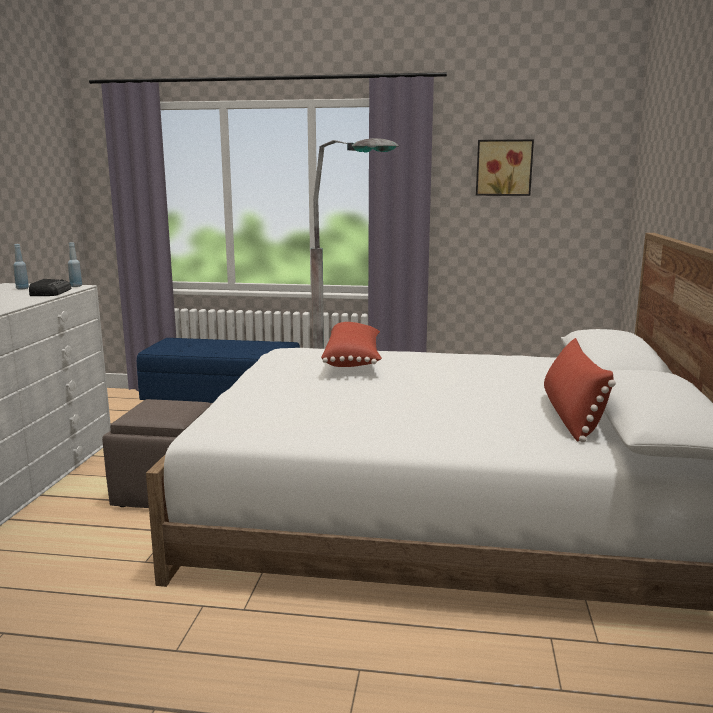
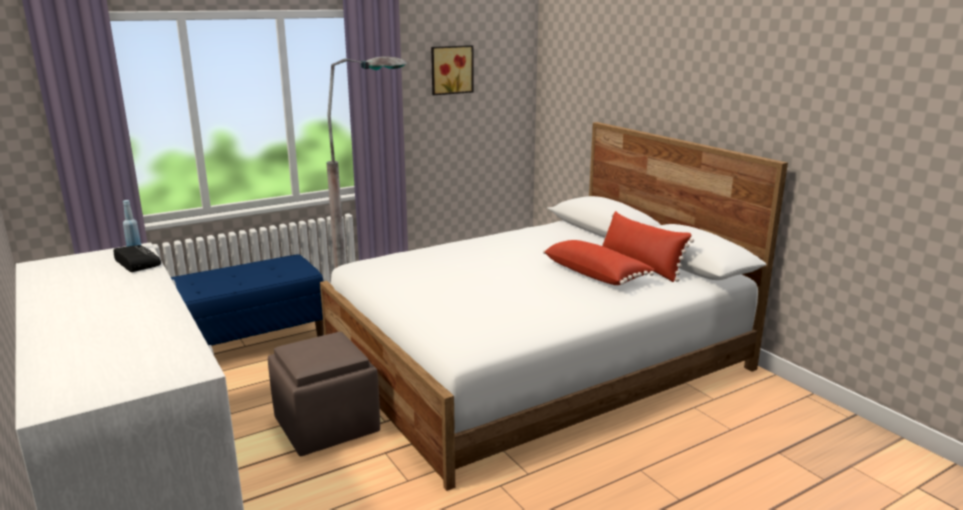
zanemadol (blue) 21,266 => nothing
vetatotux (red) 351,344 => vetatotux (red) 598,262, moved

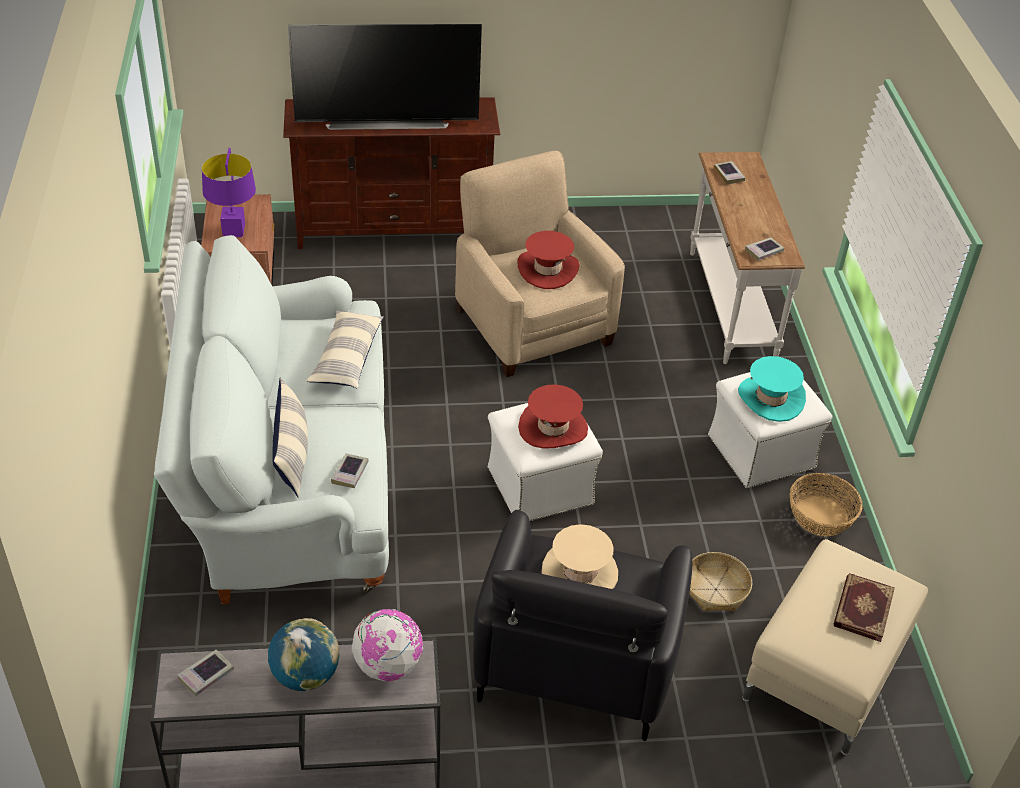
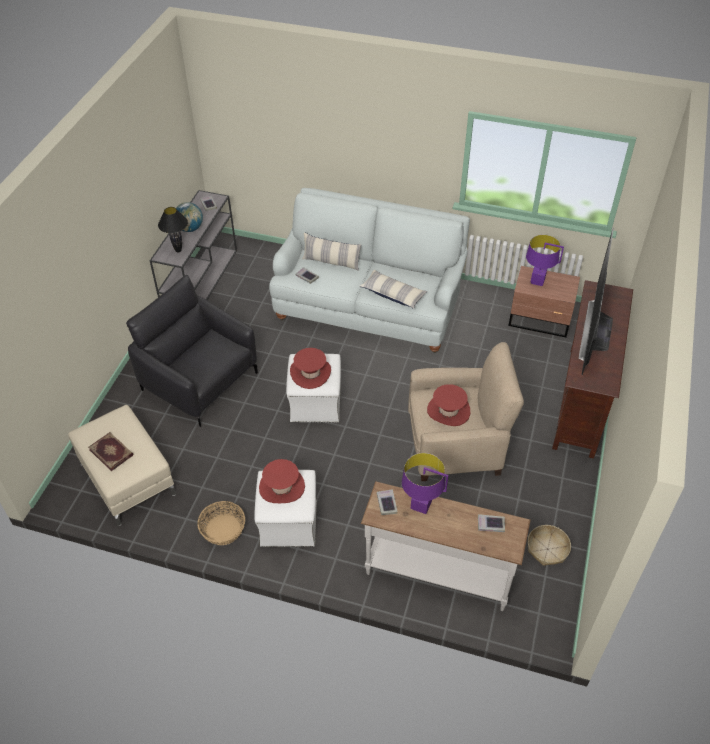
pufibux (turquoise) 772,389 => pufibux (red) 282,481
pufibux (beige) 579,556 => nothing
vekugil 721,581 => vekugil 549,545, moved
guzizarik 387,645 => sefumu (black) 173,230
nothing => sefumu (purple) 425,483

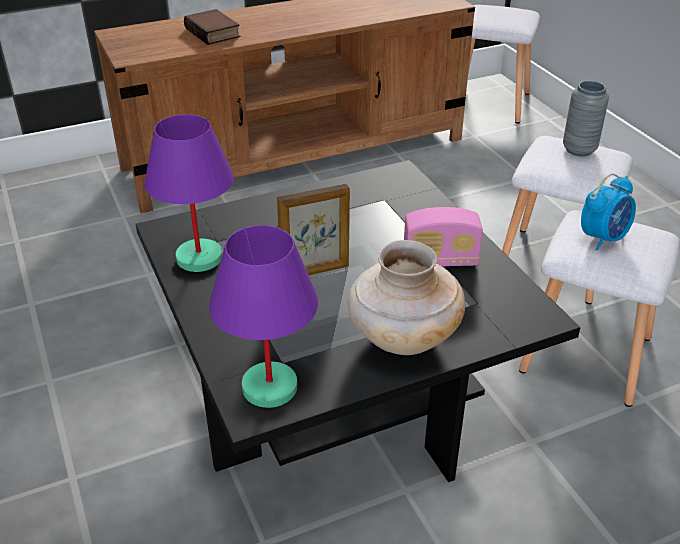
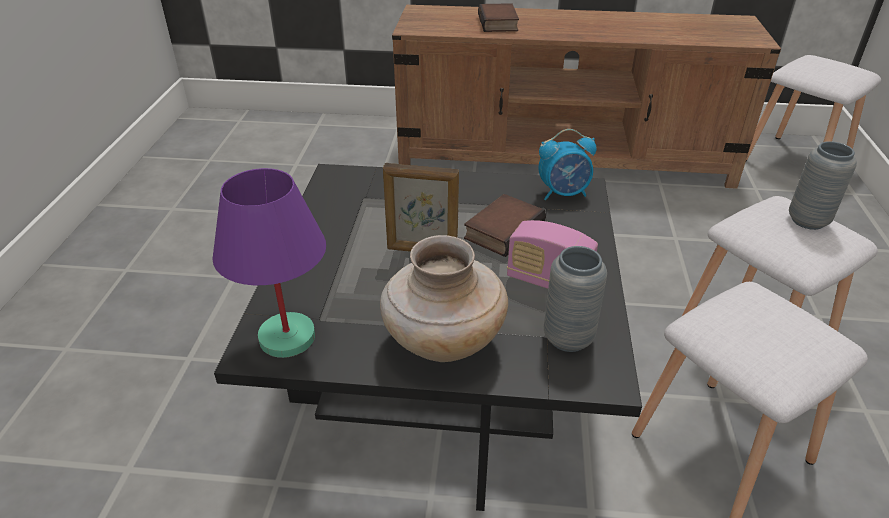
sefumu (purple) 189,193 => nothing
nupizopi 608,212 => nupizopi 567,164, moved
nothing => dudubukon 505,225
nothing => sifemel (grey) 575,299

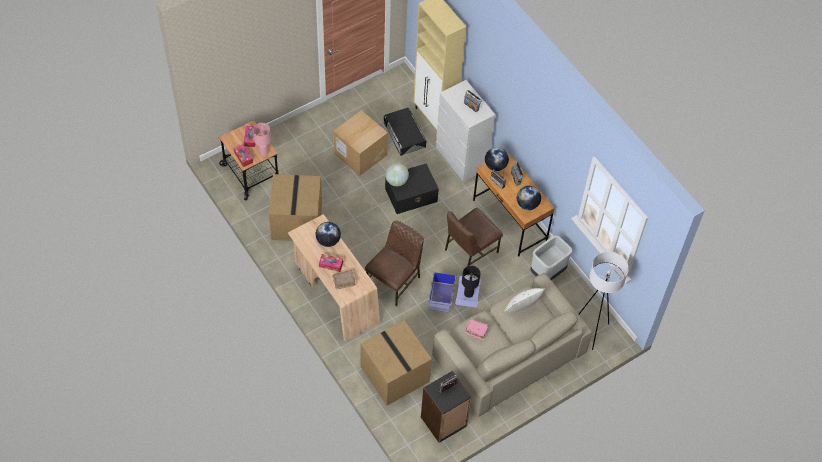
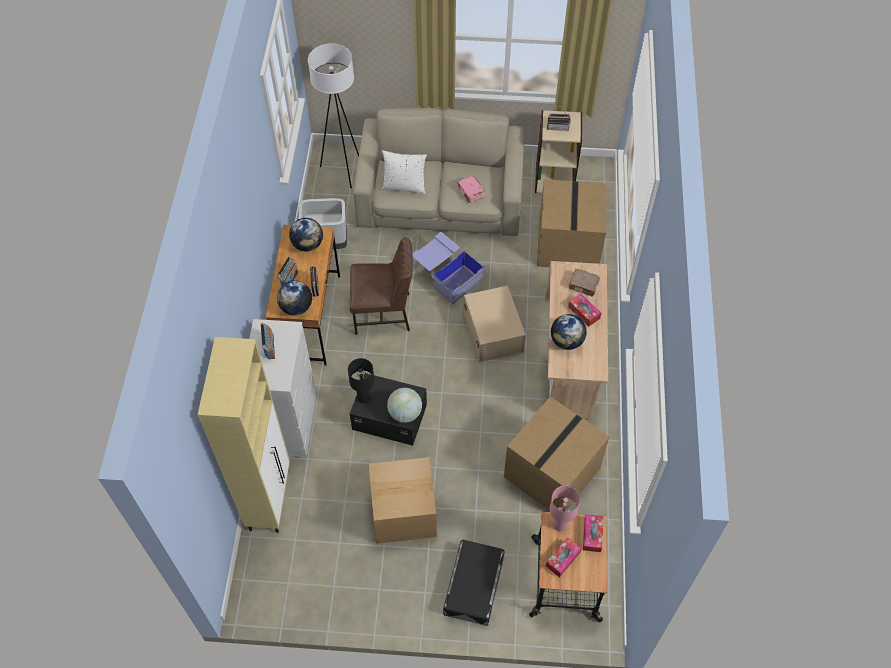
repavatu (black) 405,132 => repavatu (black) 474,583, moved
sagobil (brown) 394,263 => repavatu (beige) 494,324
sefumu (black) 471,282 => sefumu (black) 361,380, moved
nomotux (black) 446,407 => nomotux (beige) 558,152

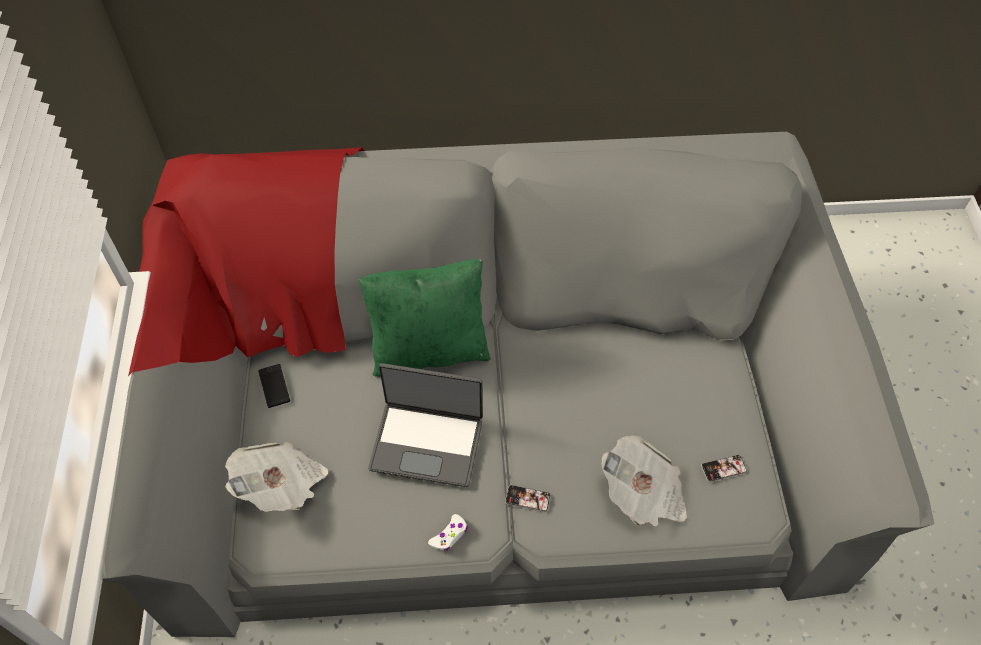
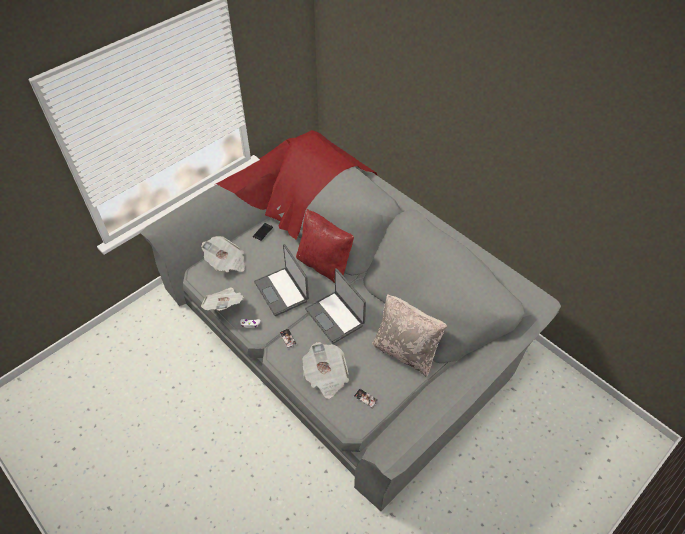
vetatotux (green) 424,318 => vetatotux (red) 325,246
nothing => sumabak 335,306
nothing => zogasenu 222,299
nothing => vetatotux (beige) 409,335

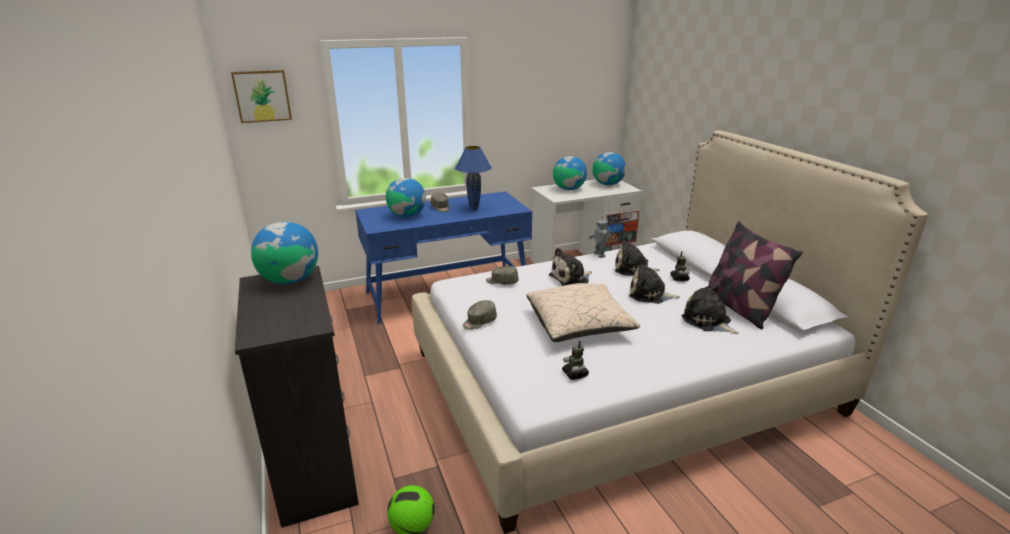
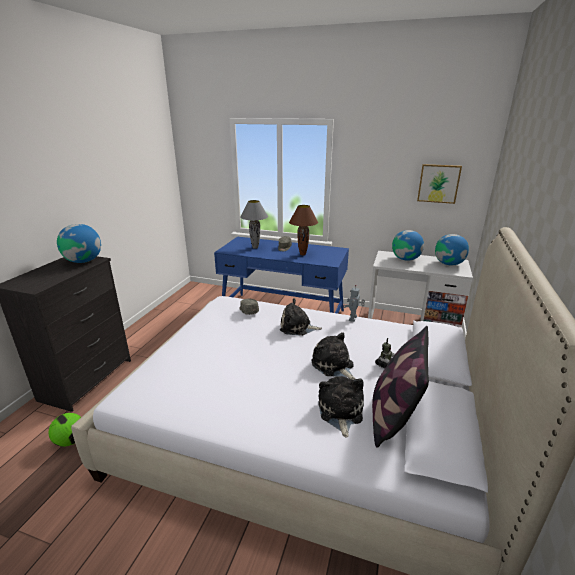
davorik 261,96 => davorik 439,184, moved
sefumu (blue) 473,178 => sefumu (brown) 303,230
guzizarik 406,197 => sefumu (grey) 254,224
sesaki 637,256 => nothing
vetatotux (beige) 583,312 => nothing
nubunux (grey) 480,315 => nothing
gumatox 575,360 => nothing

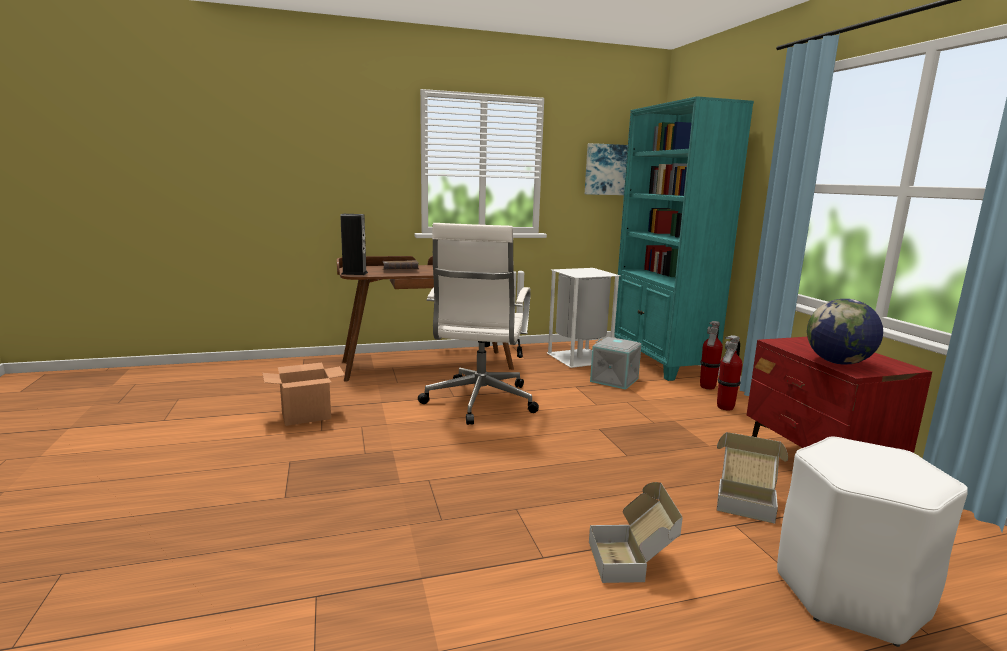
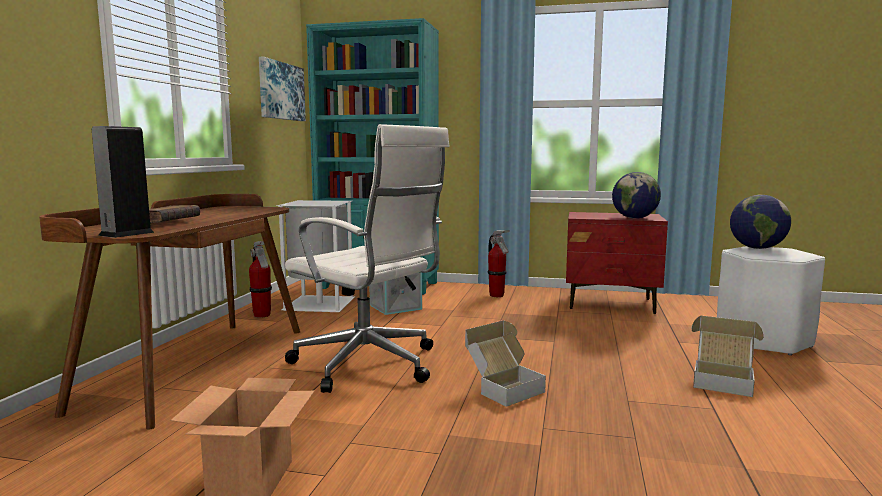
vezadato 711,355 => vezadato 260,279, moved
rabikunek 752,478 => rabikunek 505,364, moved
nothing => guzizarik 760,222

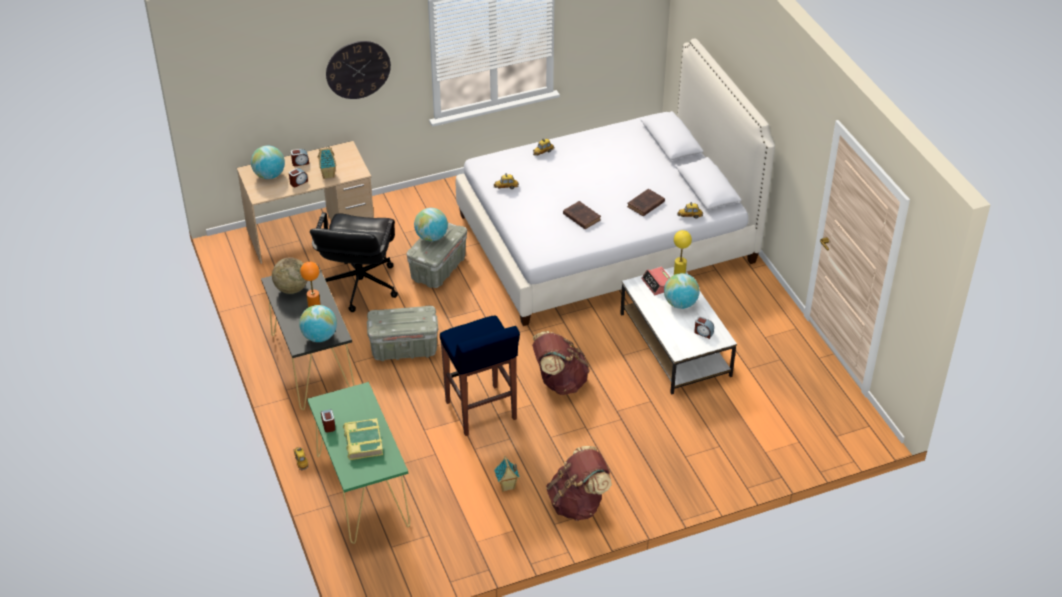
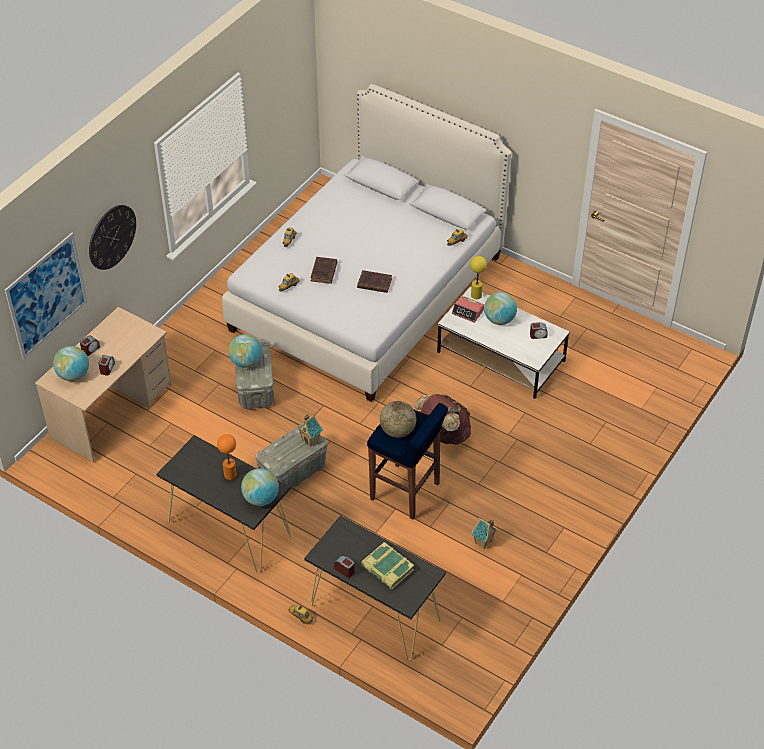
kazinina 327,163 => kazinina 310,431, moved
dudubukon (brown) 646,202 => dudubukon (brown) 324,270, moved
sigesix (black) 354,262 => nothing
guzizarik 289,275 => guzizarik 398,419, moved
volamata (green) 358,463 => volamata (black) 375,588
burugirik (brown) 579,483 => nothing
nothing => davorik 46,295

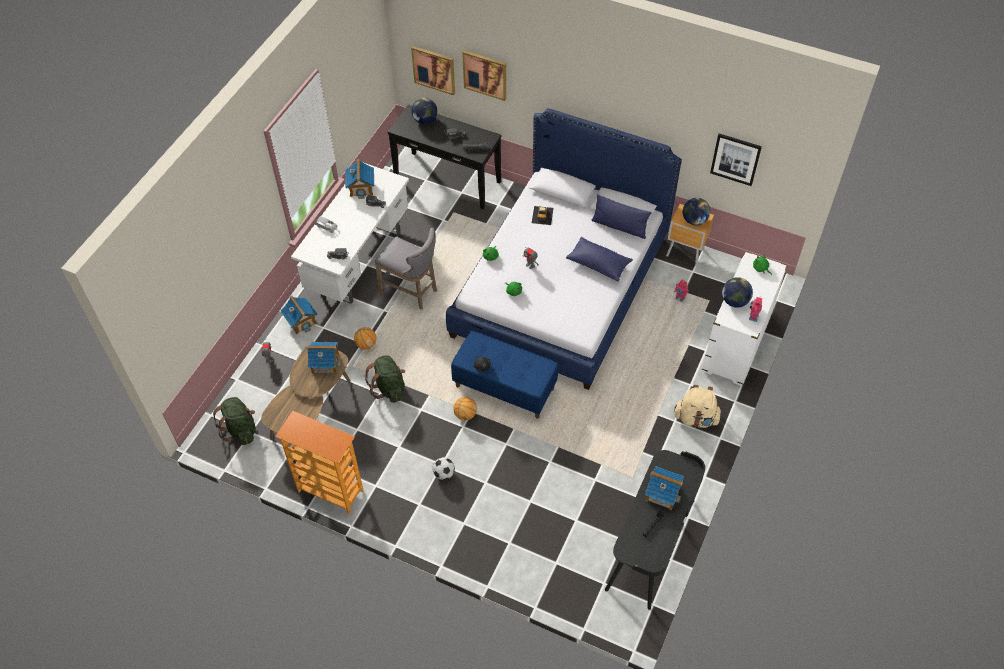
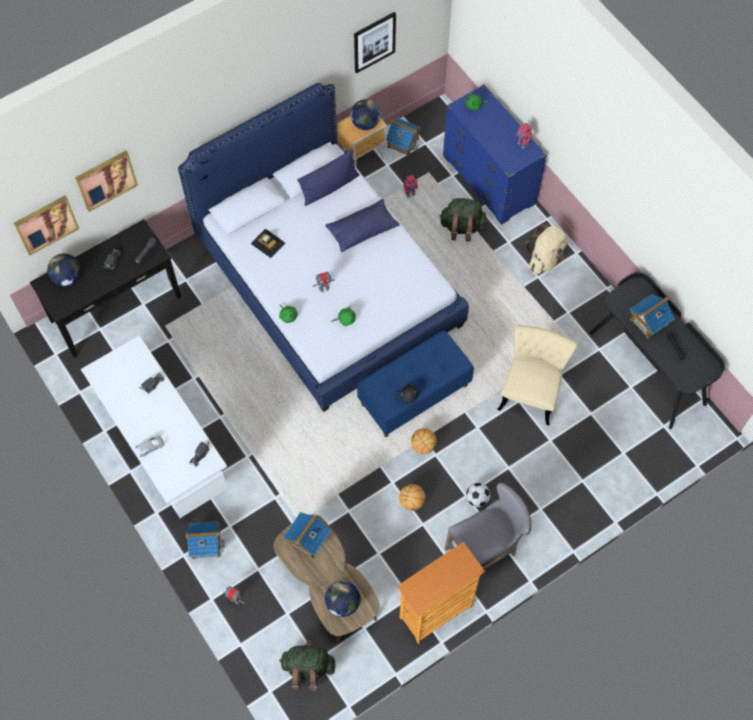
kazinina 359,179 => kazinina 404,137, moved
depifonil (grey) 406,269 => depifonil (grey) 488,526, moved
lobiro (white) 745,318 => lobiro (blue) 495,154
guzizarik 737,292 => guzizarik 342,598, moved
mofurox 365,338 => mofurox 412,497, moved
burugirik (green) 385,379 => burugirik (green) 463,219, moved
nothing => sagobil (beige) 538,375

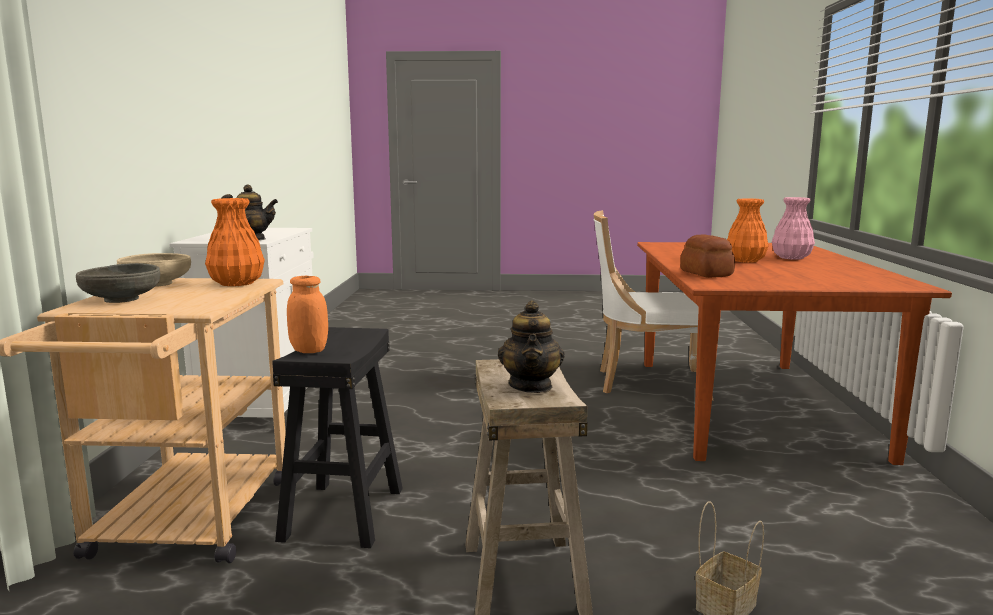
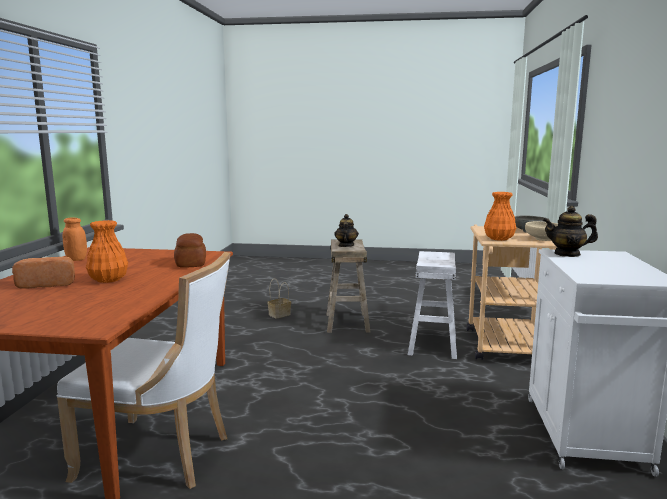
sifemel (pink) 793,228 => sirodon 43,273
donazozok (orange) 307,314 => donazozok (orange) 75,239, moved
depifonil (black) 337,437 => depifonil (white) 432,305

